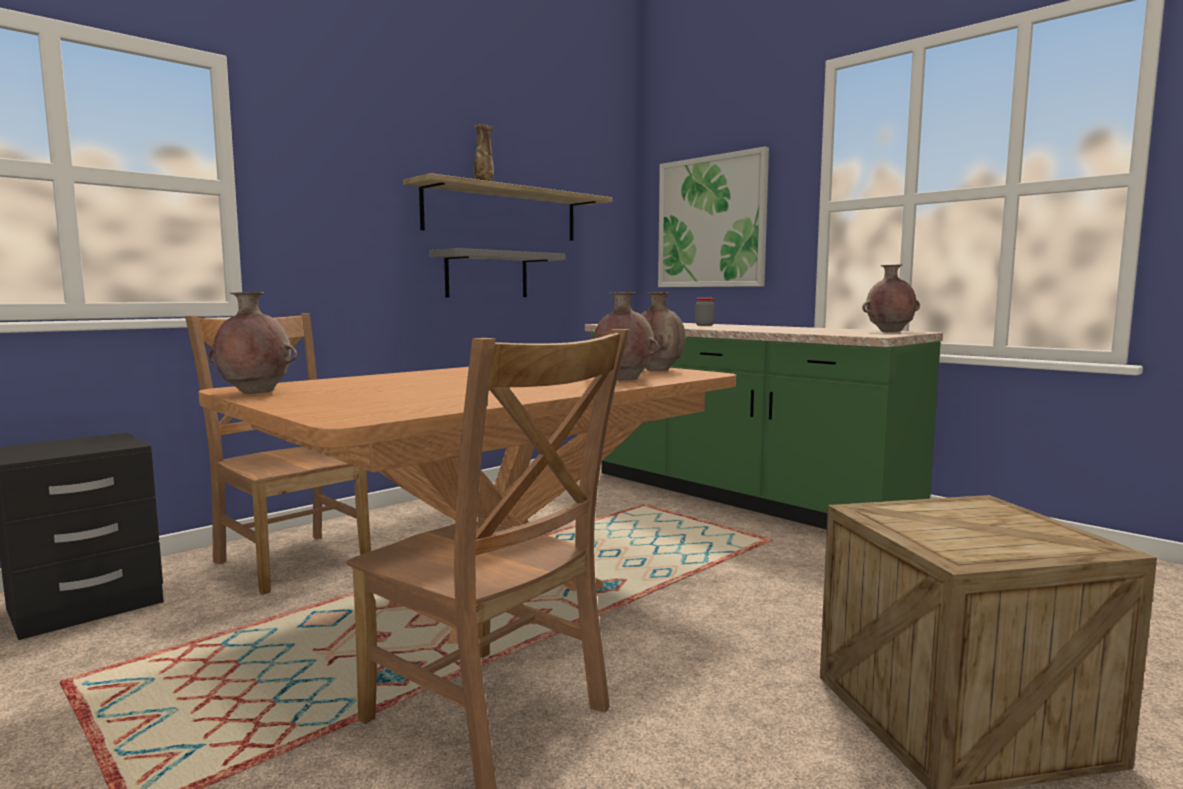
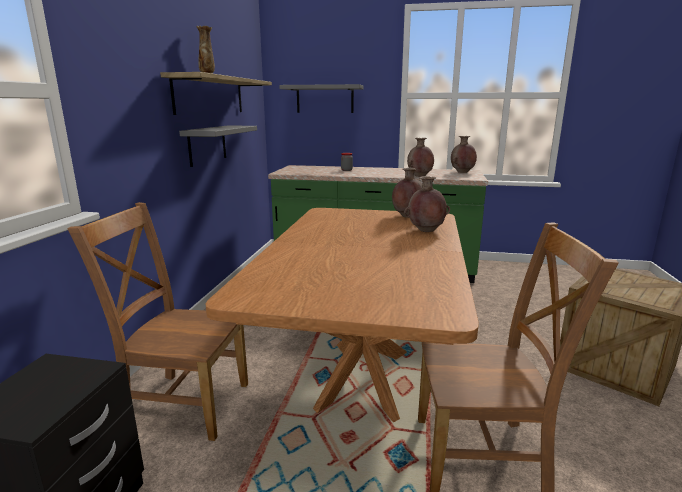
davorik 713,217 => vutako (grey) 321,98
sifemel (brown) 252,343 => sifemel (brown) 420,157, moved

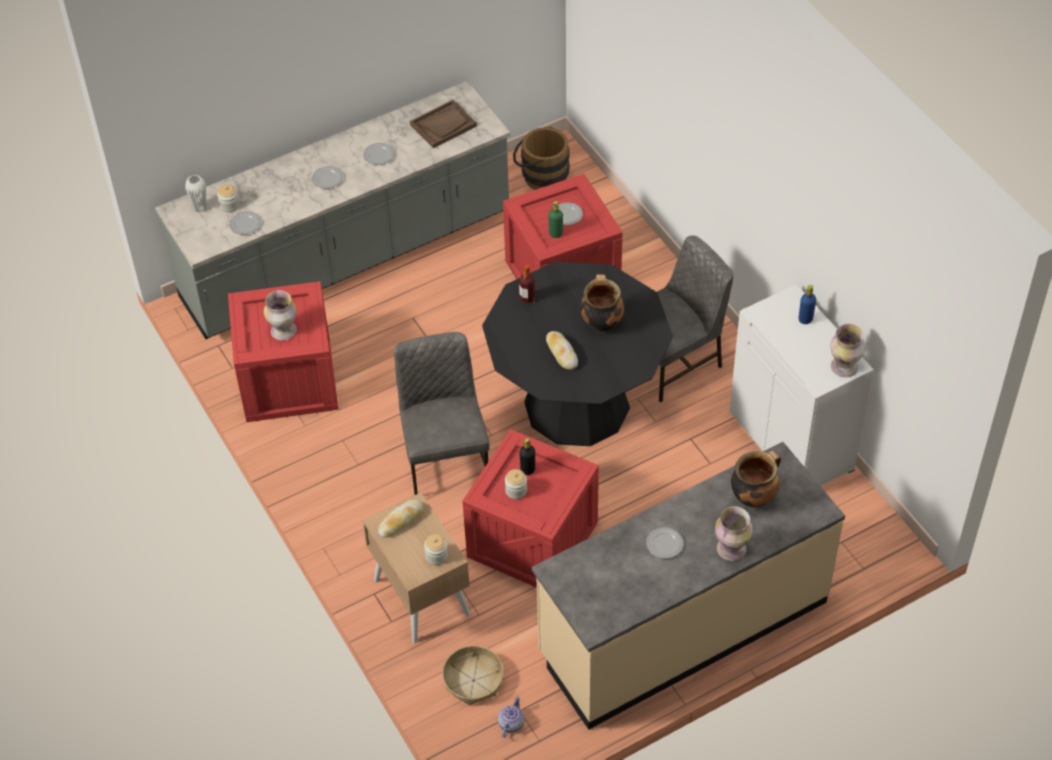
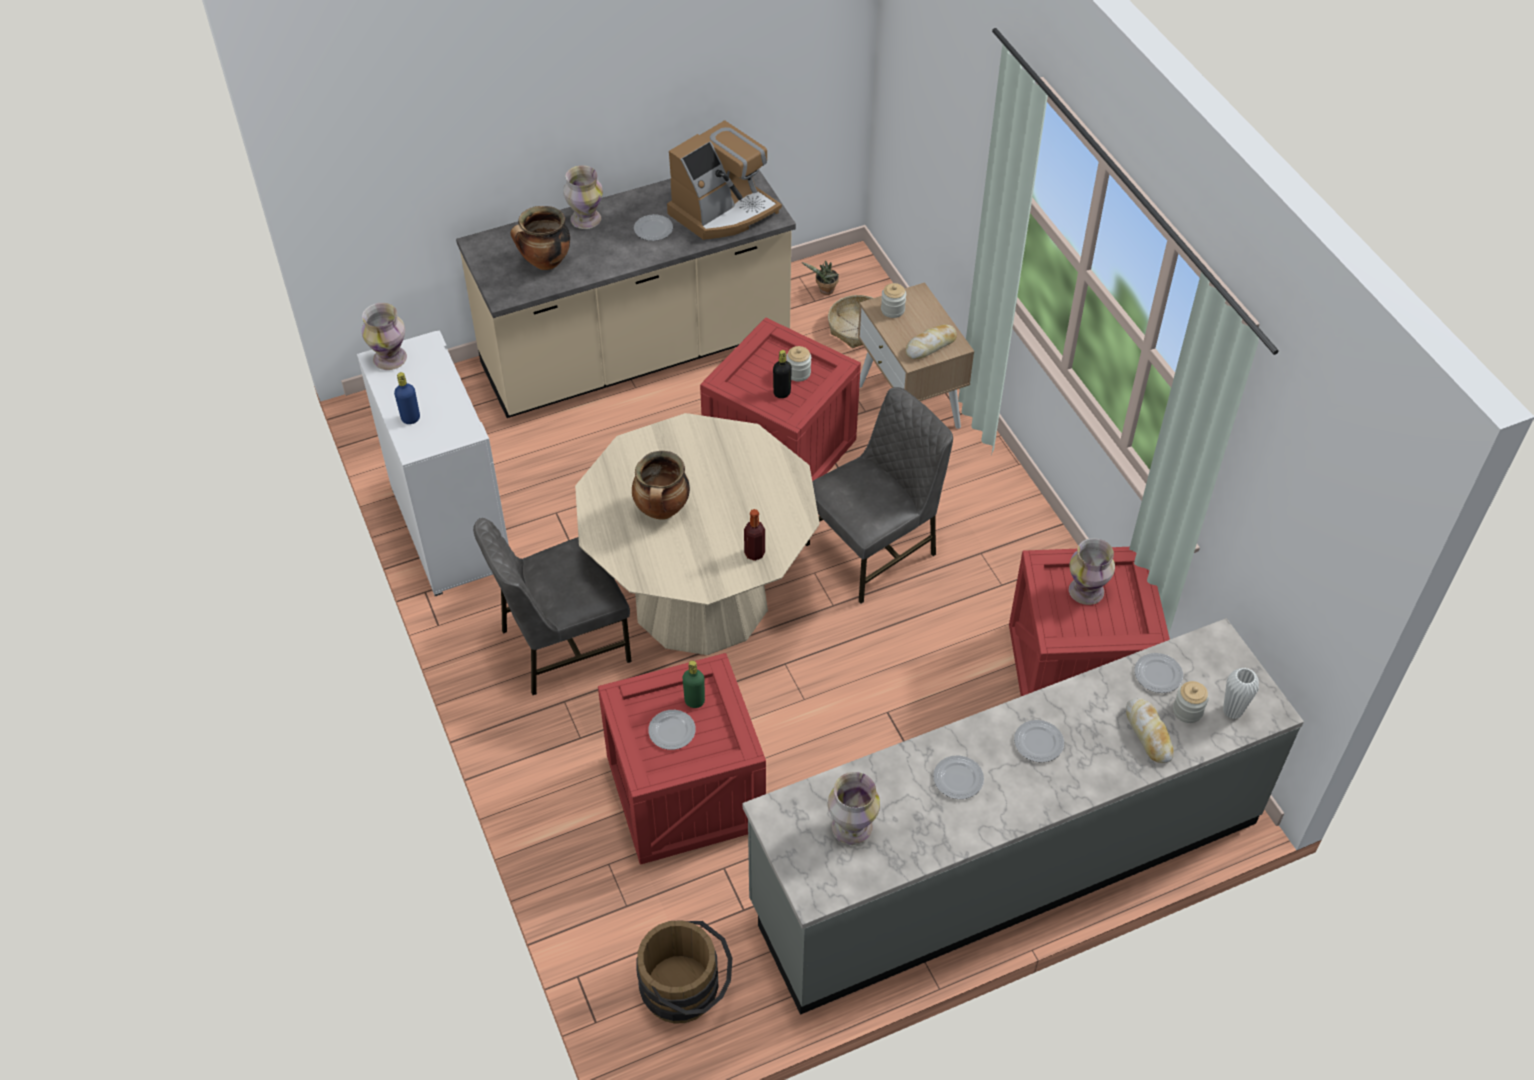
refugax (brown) 443,124 => sifemel 854,808
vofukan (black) 577,354 => vofukan (beige) 697,534
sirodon 562,350 => sirodon 1150,730, moved
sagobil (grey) 442,413 => sagobil (grey) 879,495, 120 degrees counterclockwise
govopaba 511,717 => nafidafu 820,278
nothing => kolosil 724,180

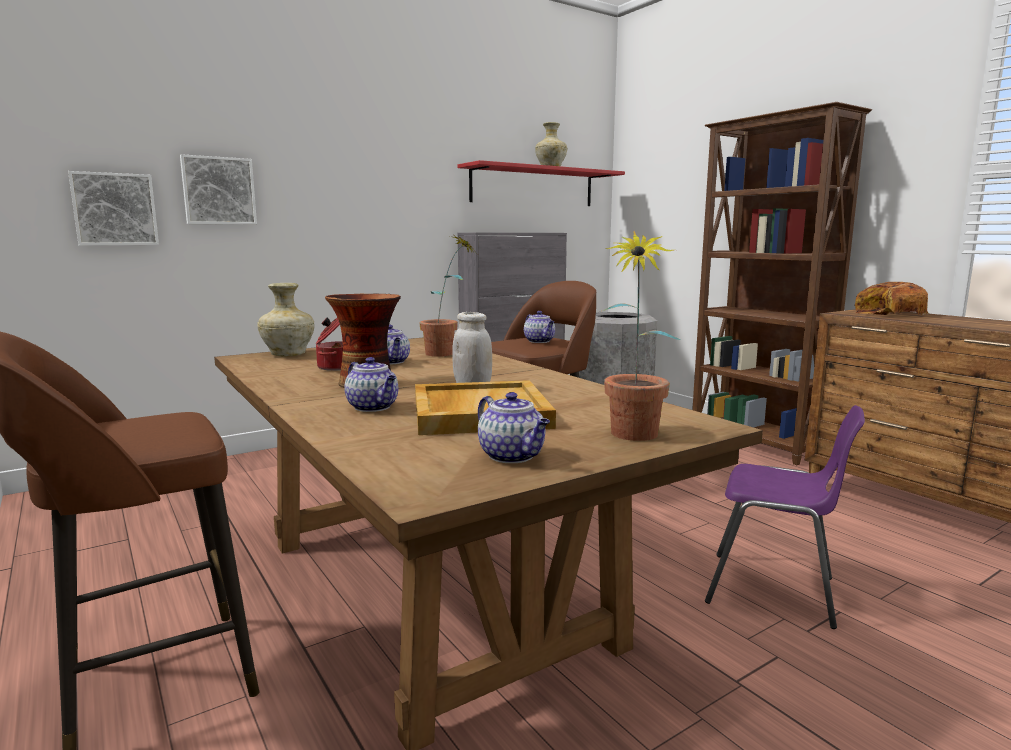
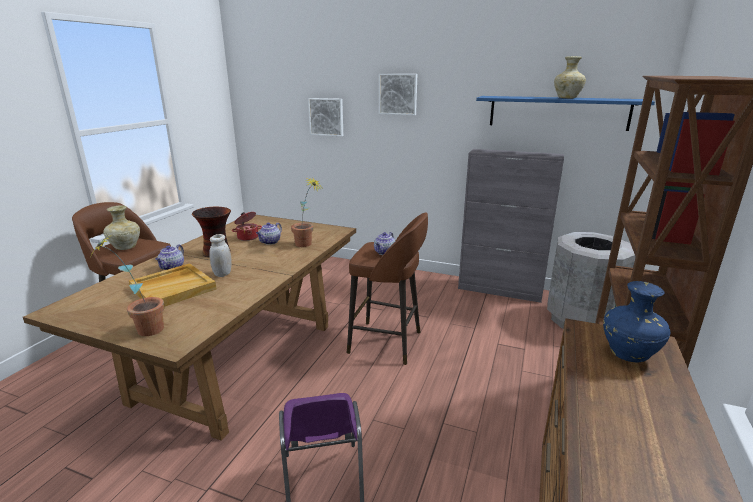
vutako (red) 541,183 => vutako (blue) 565,113
davorik 113,208 => davorik 398,94, moved
sirodon 892,298 => sifemel (blue) 636,321
sifemel (beige) 286,319 => sifemel (beige) 121,227, moved
govopaba 514,427 => nothing

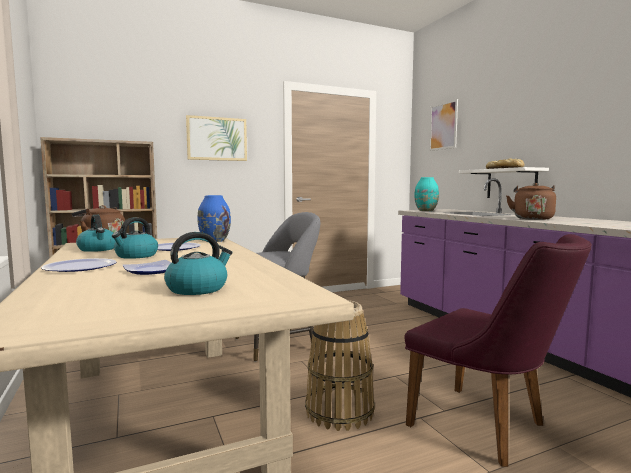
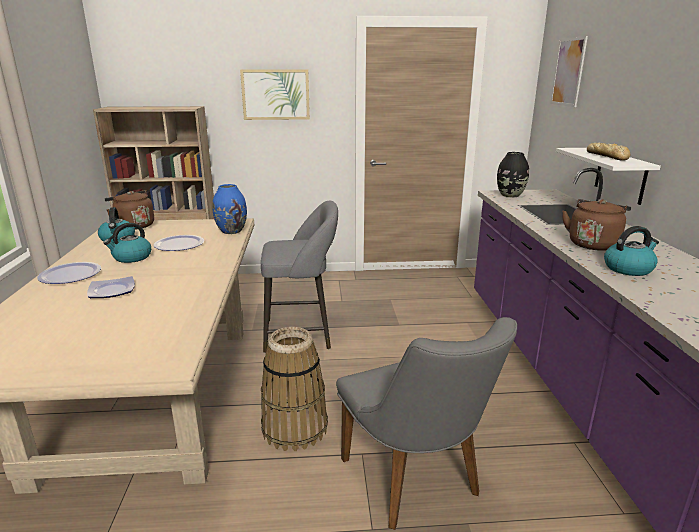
sifemel (turquoise) 426,194 => sifemel (black) 513,174
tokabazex 198,263 => tokabazex 631,251, moved
sagobil (purple) 498,350 => sagobil (grey) 426,423

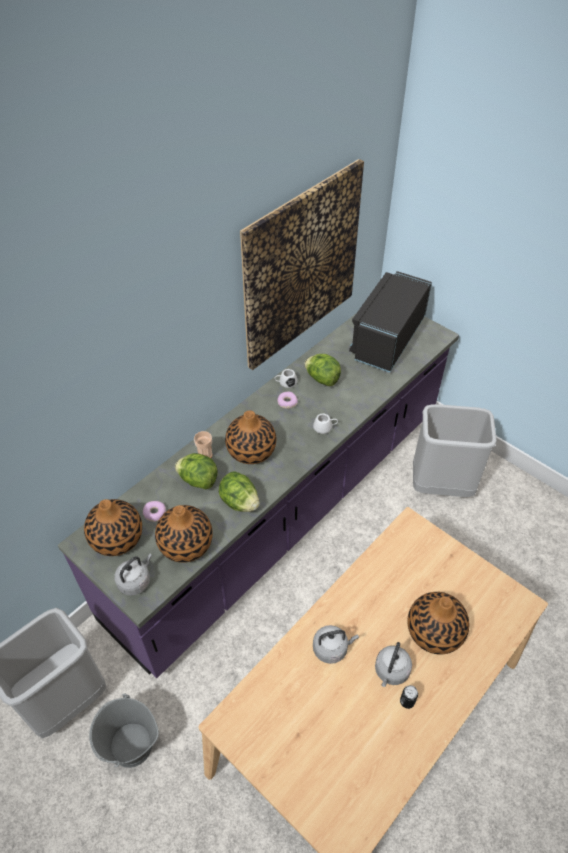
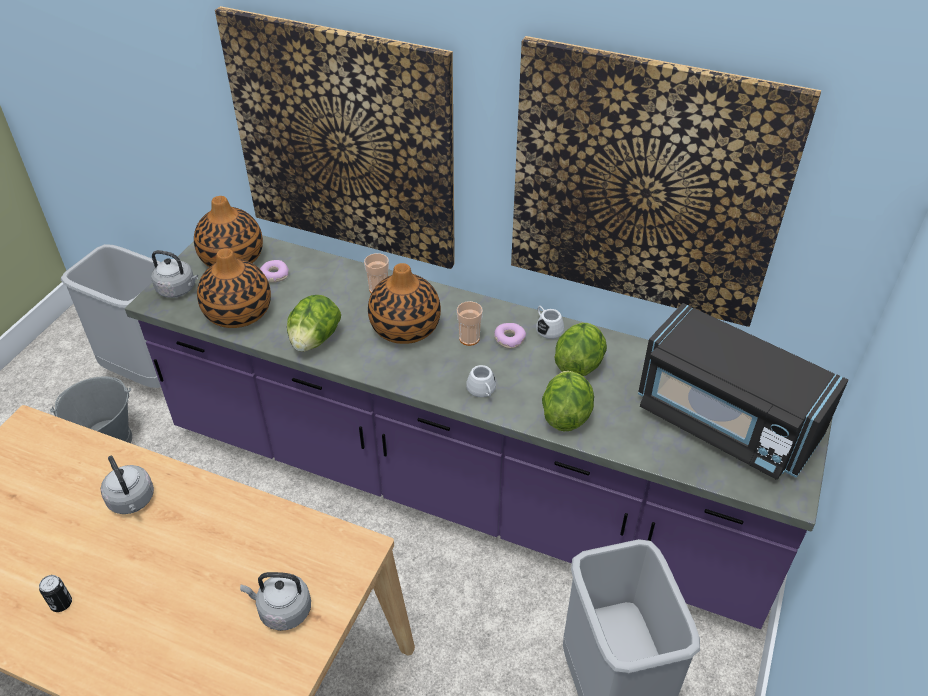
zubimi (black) 390,322 => zubimi (black) 743,391, 150 degrees counterclockwise
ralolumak 196,471 => ralolumak 568,401, moved
sifemel 438,623 => nothing
tokabazex (grey) 393,664 => tokabazex (grey) 275,601, moved
nothing => davorik 335,137
nothing => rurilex 470,323

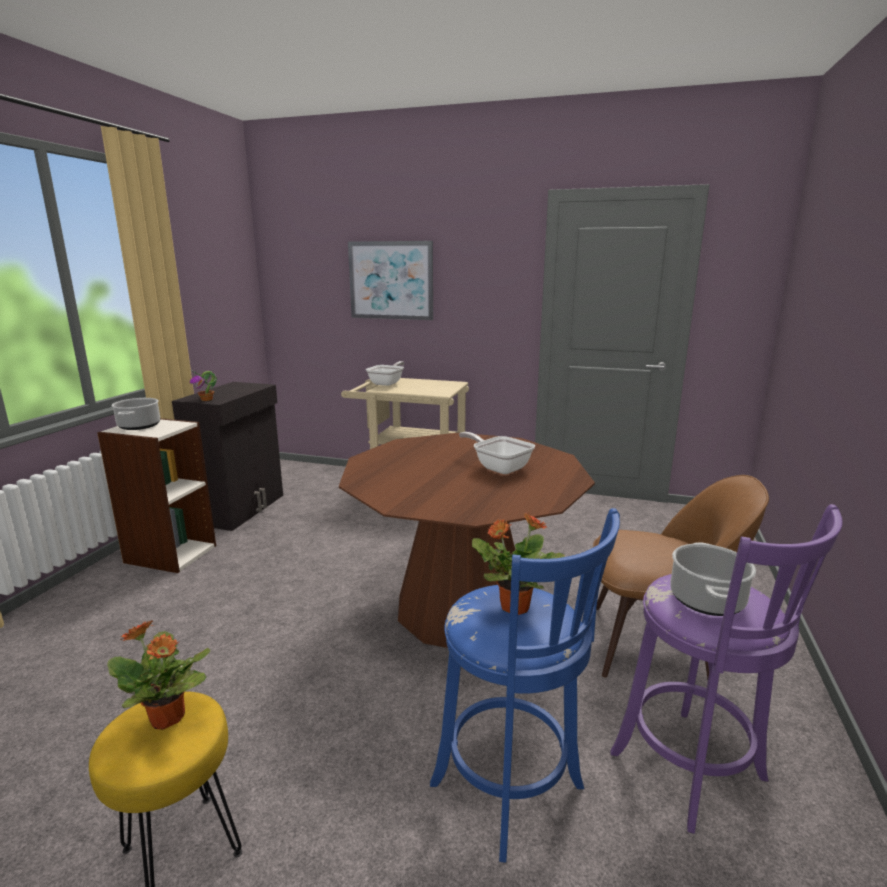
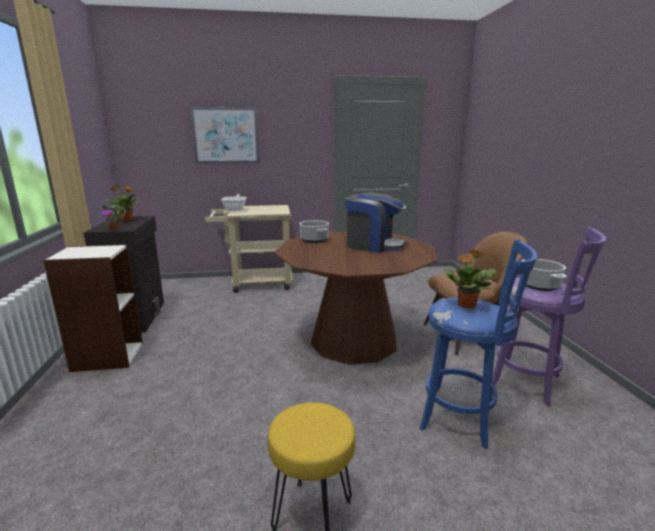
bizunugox 135,414 => bizunugox 314,231, moved
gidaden 497,453 => kolosil 376,222
nafidafu 158,675 => nafidafu 123,203, moved

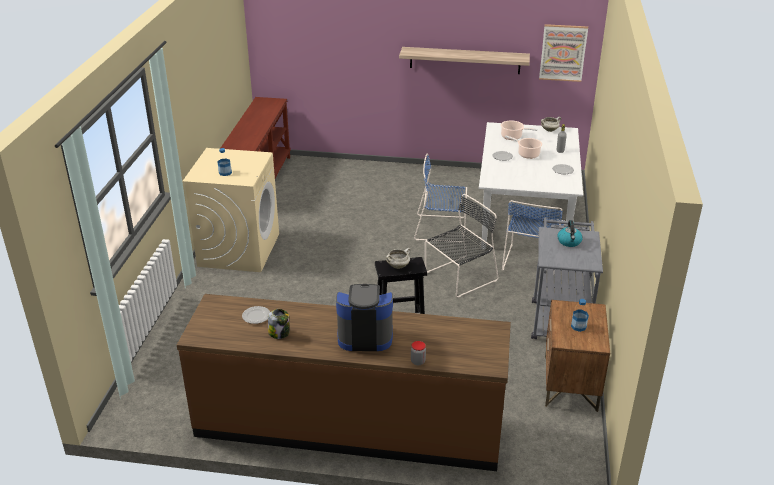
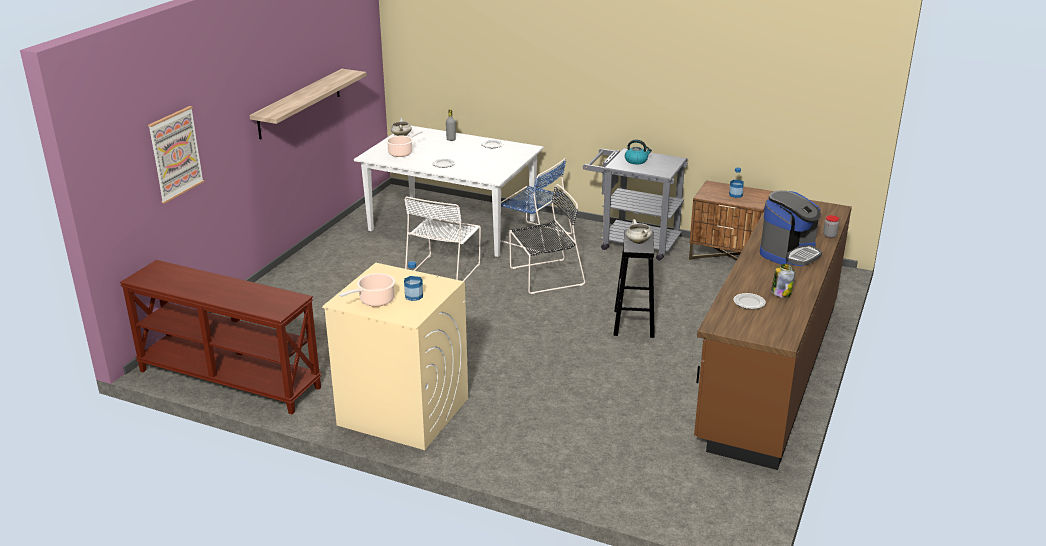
davorik 563,53 => davorik 176,155, moved
bizunugox 523,147 => bizunugox 367,290, moved
sagobil (blue) 440,198 => sagobil (white) 443,238
sagobil (black) 462,246 => sagobil (black) 547,239, 90 degrees clockwise
kolosil 364,317 => kolosil 791,228, 150 degrees counterclockwise

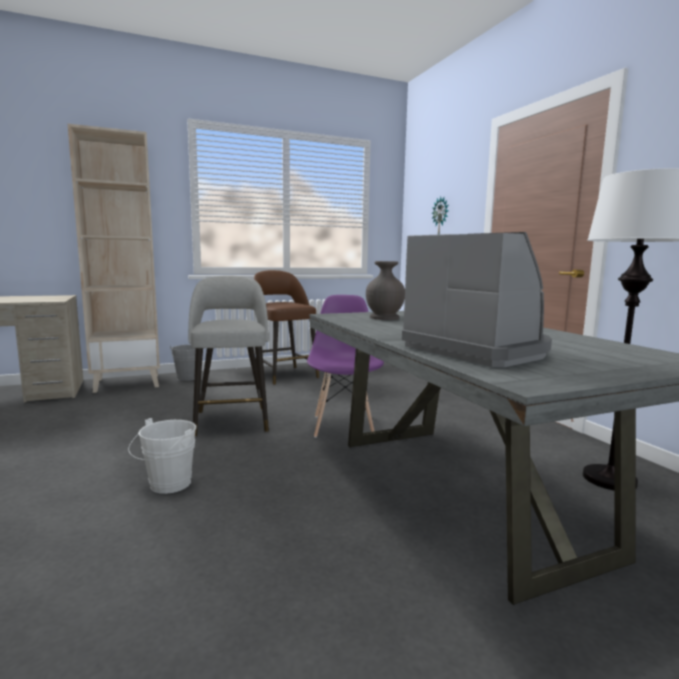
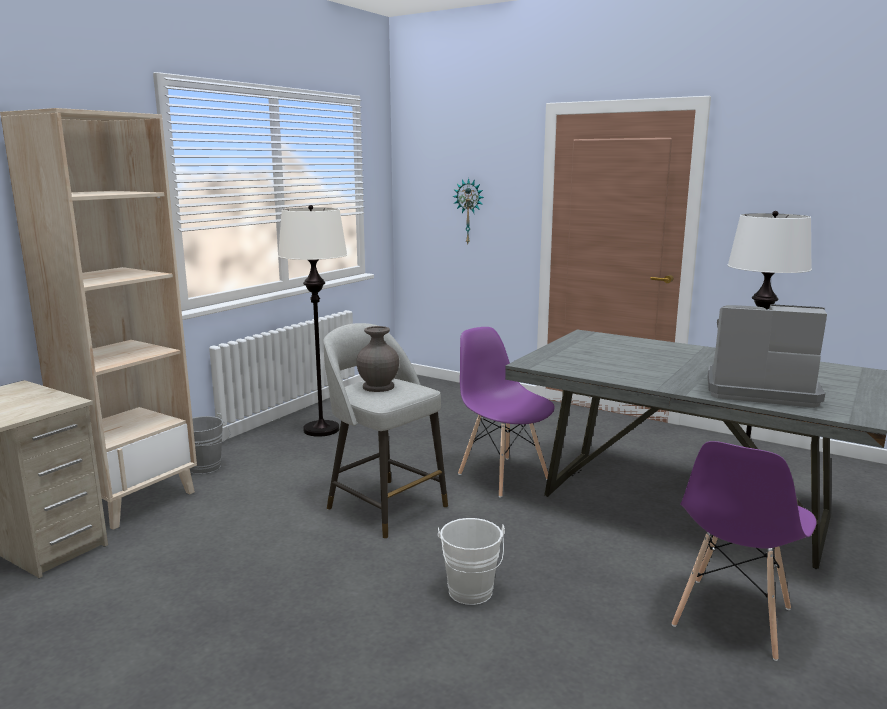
sifemel (grey) 385,290 => sifemel (grey) 377,359, moved
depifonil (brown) 286,327 => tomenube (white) 313,321
nothing => sagobil (purple) 744,551

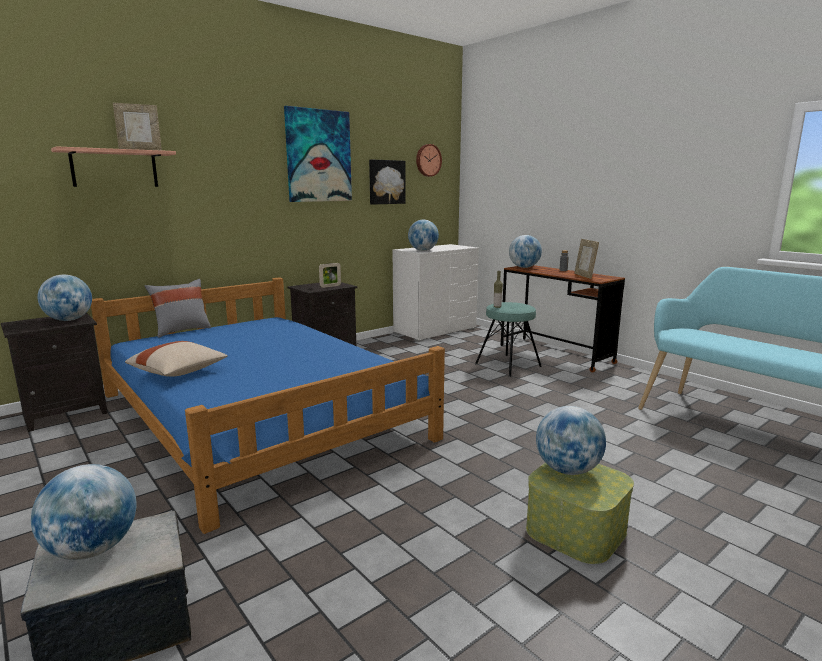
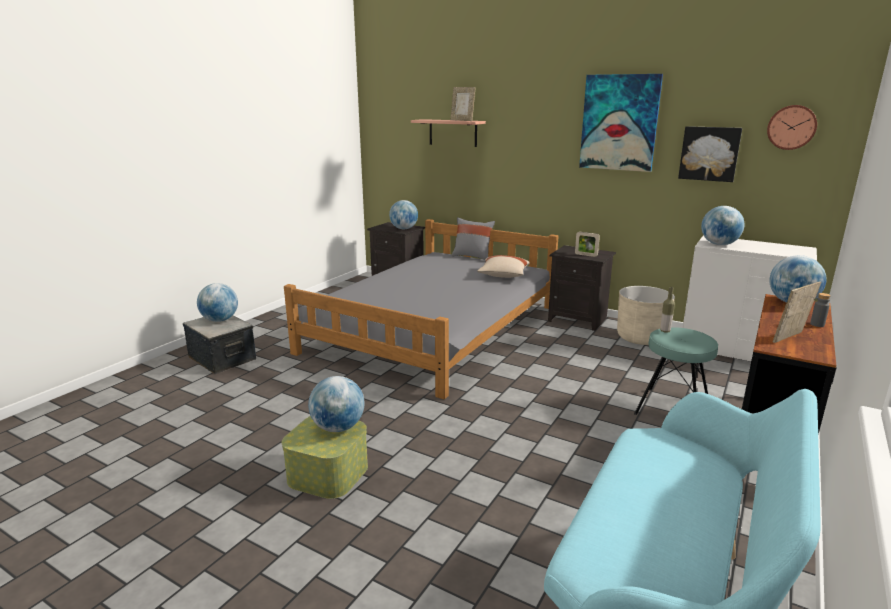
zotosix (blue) 268,405 => zotosix (grey) 421,309
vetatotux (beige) 176,358 => vetatotux (beige) 503,266, moved
nothing => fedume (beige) 646,315

